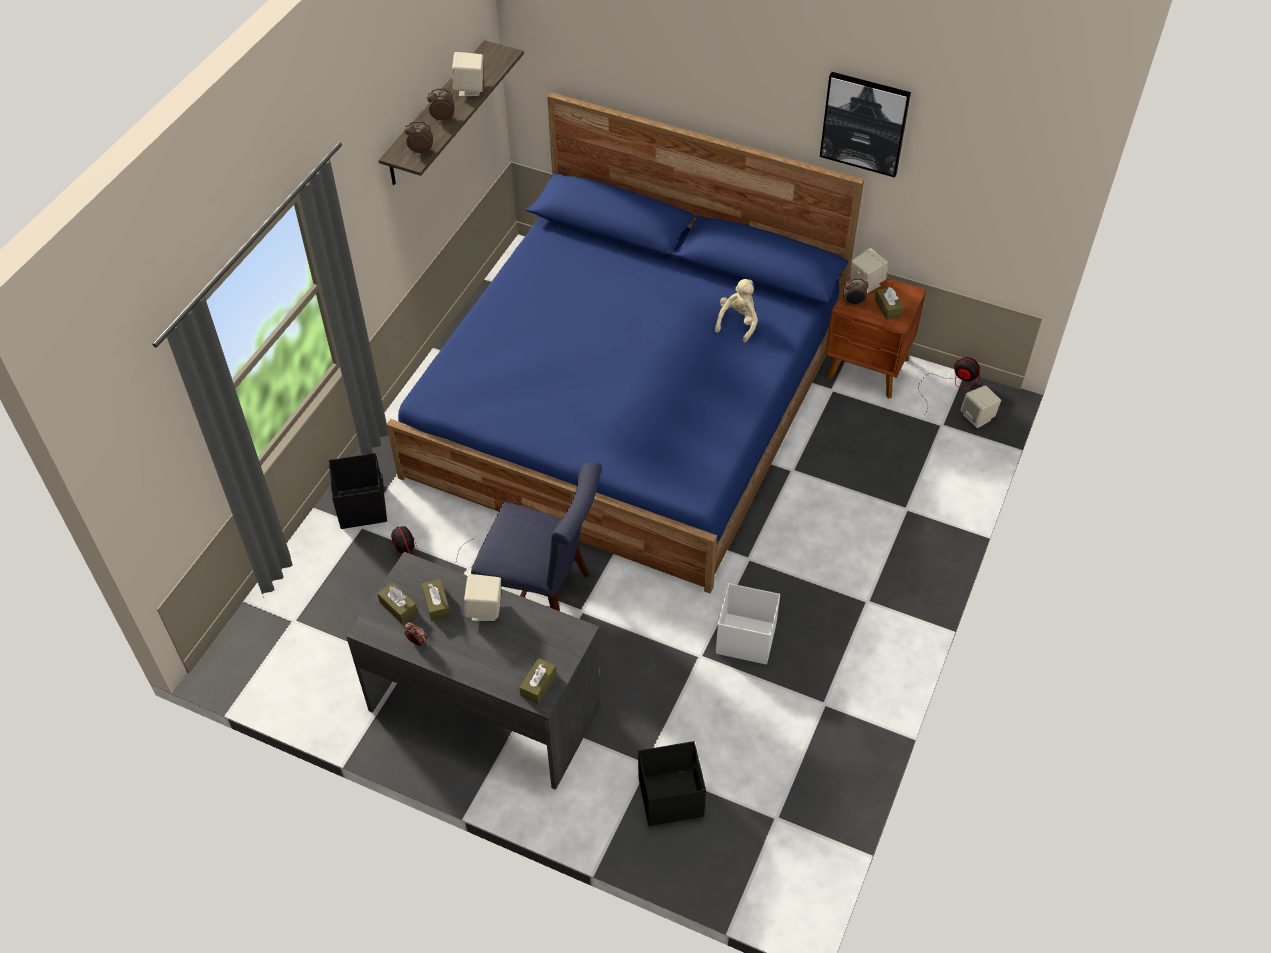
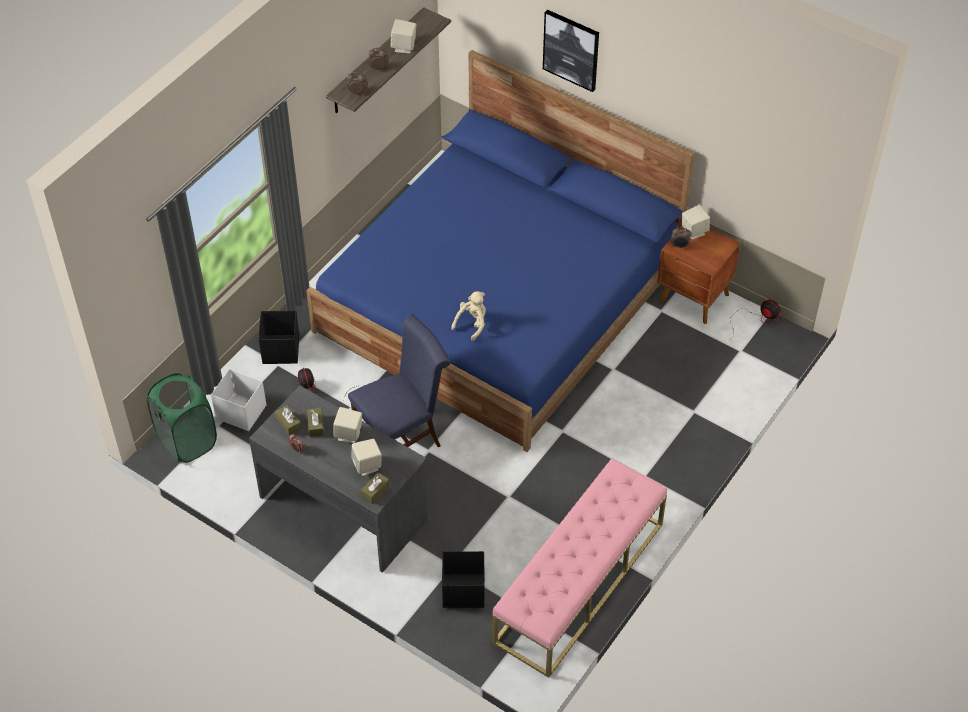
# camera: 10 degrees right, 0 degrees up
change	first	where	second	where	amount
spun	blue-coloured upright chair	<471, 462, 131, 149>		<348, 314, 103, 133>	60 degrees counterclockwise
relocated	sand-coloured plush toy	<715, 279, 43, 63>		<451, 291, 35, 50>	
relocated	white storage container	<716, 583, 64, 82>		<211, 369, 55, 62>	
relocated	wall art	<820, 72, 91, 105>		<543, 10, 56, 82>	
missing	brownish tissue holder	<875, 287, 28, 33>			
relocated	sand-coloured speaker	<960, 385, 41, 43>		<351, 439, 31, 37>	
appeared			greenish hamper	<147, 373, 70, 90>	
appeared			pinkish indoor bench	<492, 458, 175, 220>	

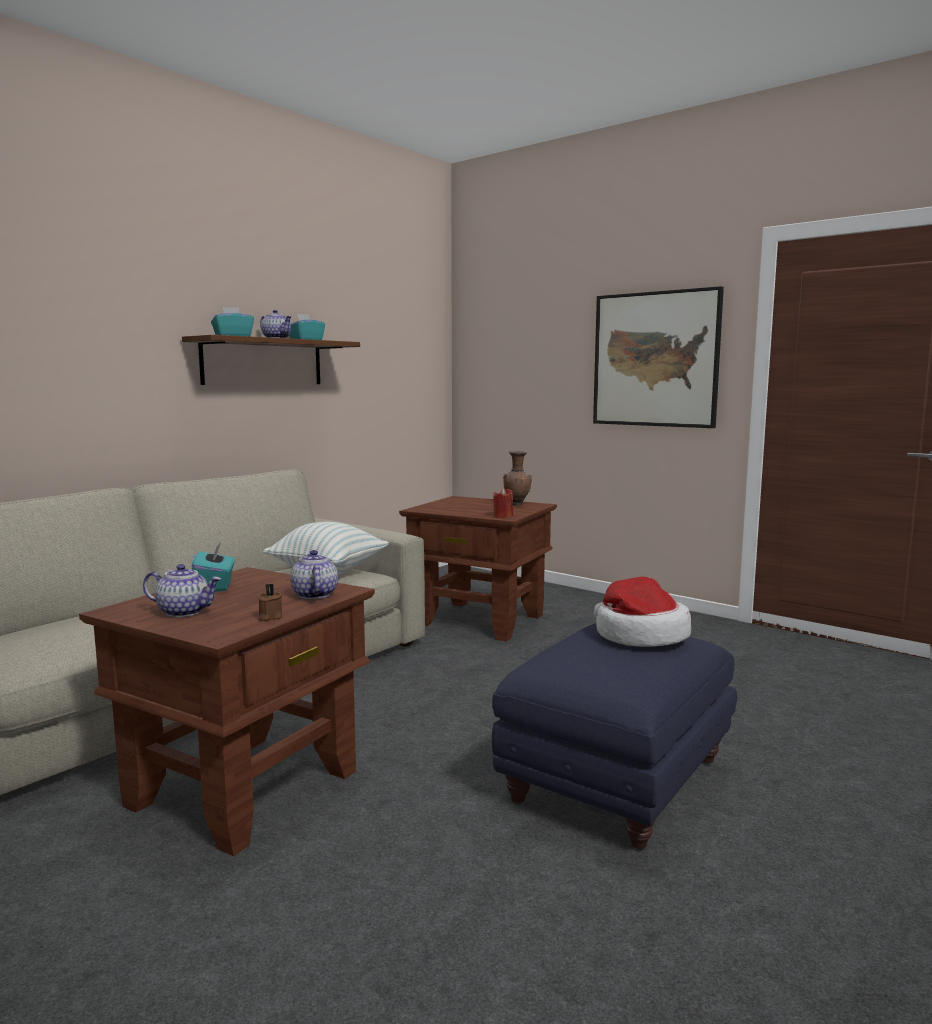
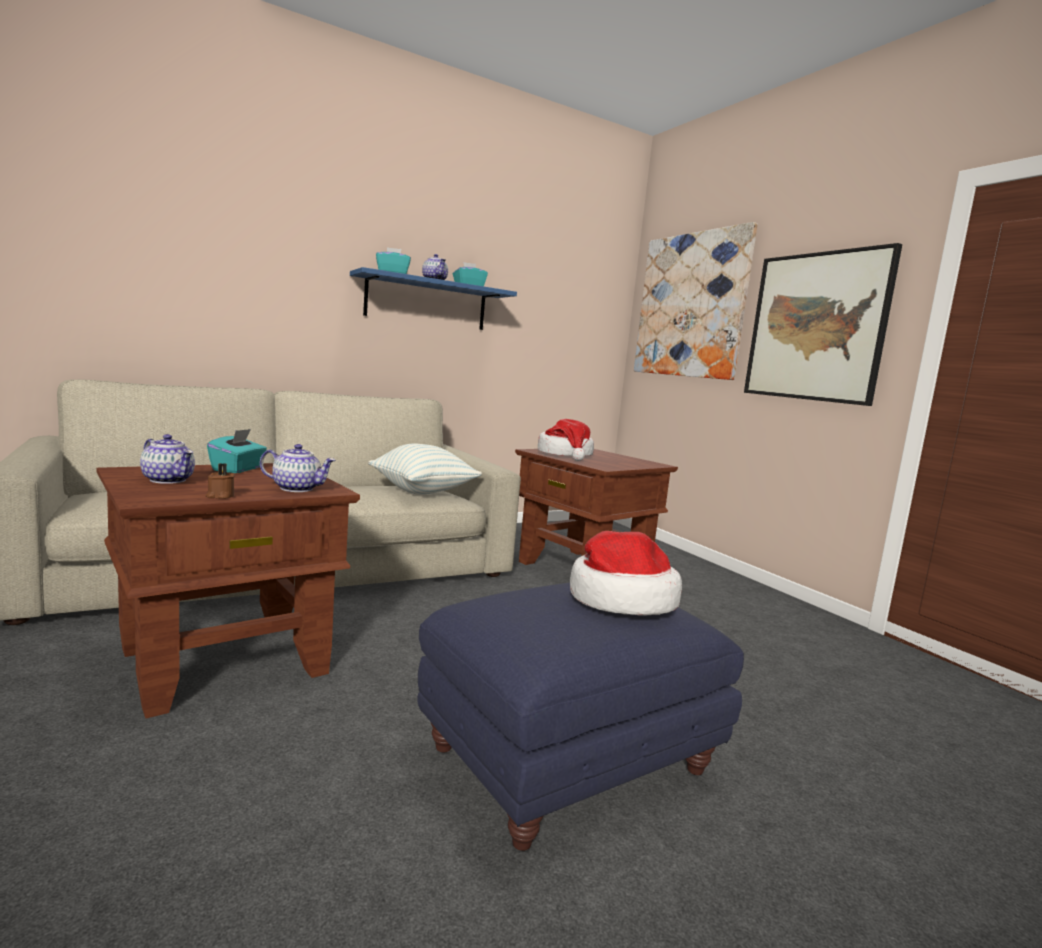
# camera: 20 degrees right, 0 degrees up
change	first	where	second	where	amount
colour	brownish shelf	<182, 335, 178, 50>	blue-coloured shelf	<350, 267, 167, 63>	
spun	pot for tea	<290, 550, 48, 49>		<260, 444, 76, 48>	90 degrees clockwise
missing	red-coloured candle	<493, 488, 20, 30>			
missing	brownish decorative vase	<503, 451, 29, 55>			
appeared			clothing hat	<538, 419, 56, 42>	
appeared			wall art	<634, 222, 123, 158>	

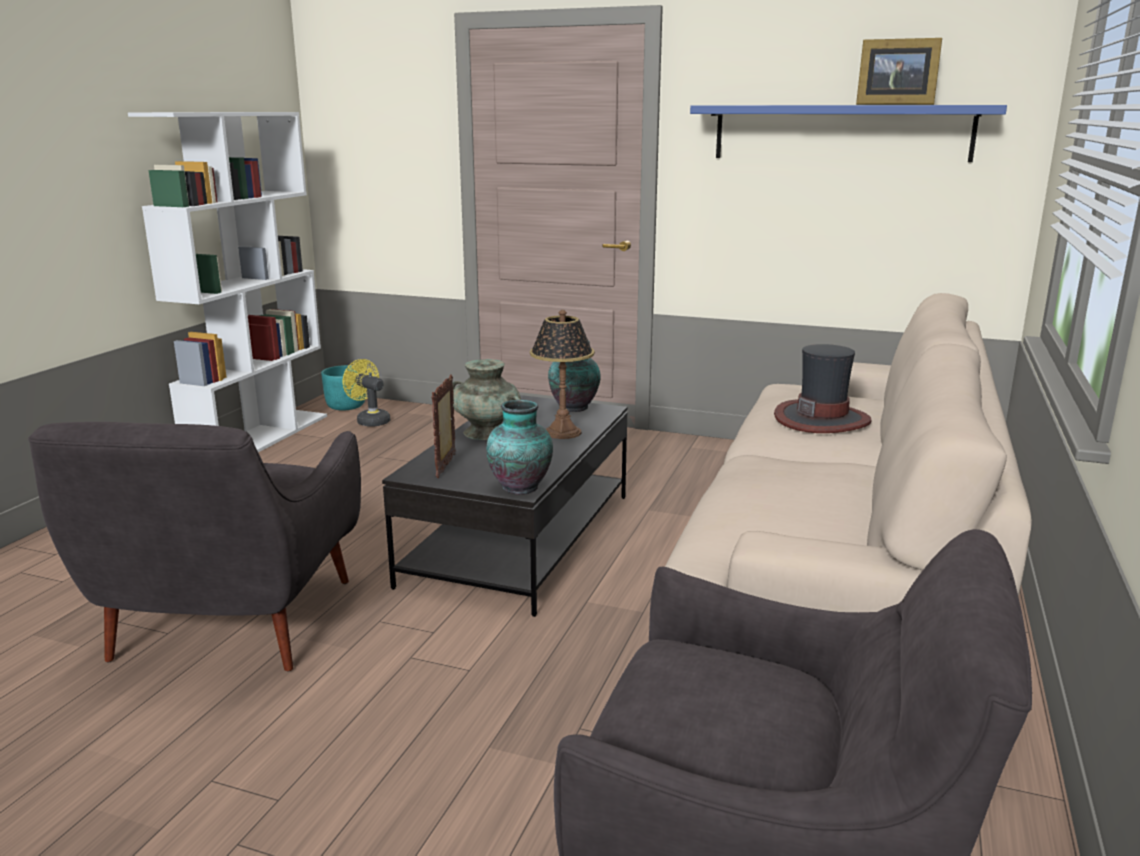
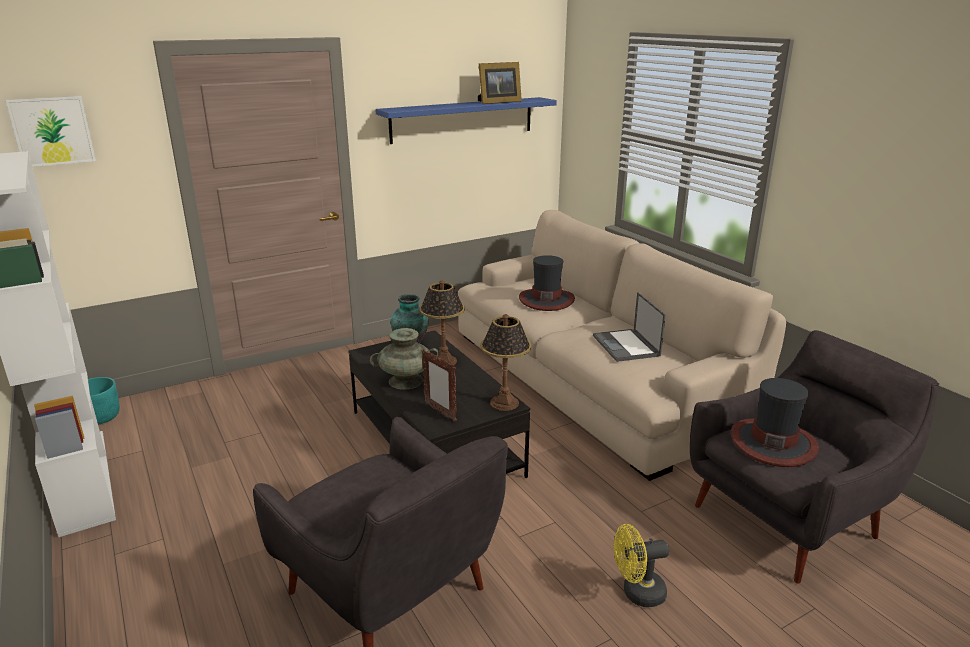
# camera: 50 degrees left, 5 degrees up
change	first	where	second	where	amount
relocated	yellowish fan	<343, 359, 47, 68>		<614, 524, 55, 83>	
exchanged	decorative vase	<486, 400, 67, 95>	table lamp	<480, 314, 51, 97>	
appeared			wall art	<6, 96, 90, 71>	
appeared			notebook computer	<593, 292, 73, 70>	
appeared			clothing hat	<731, 378, 88, 89>	

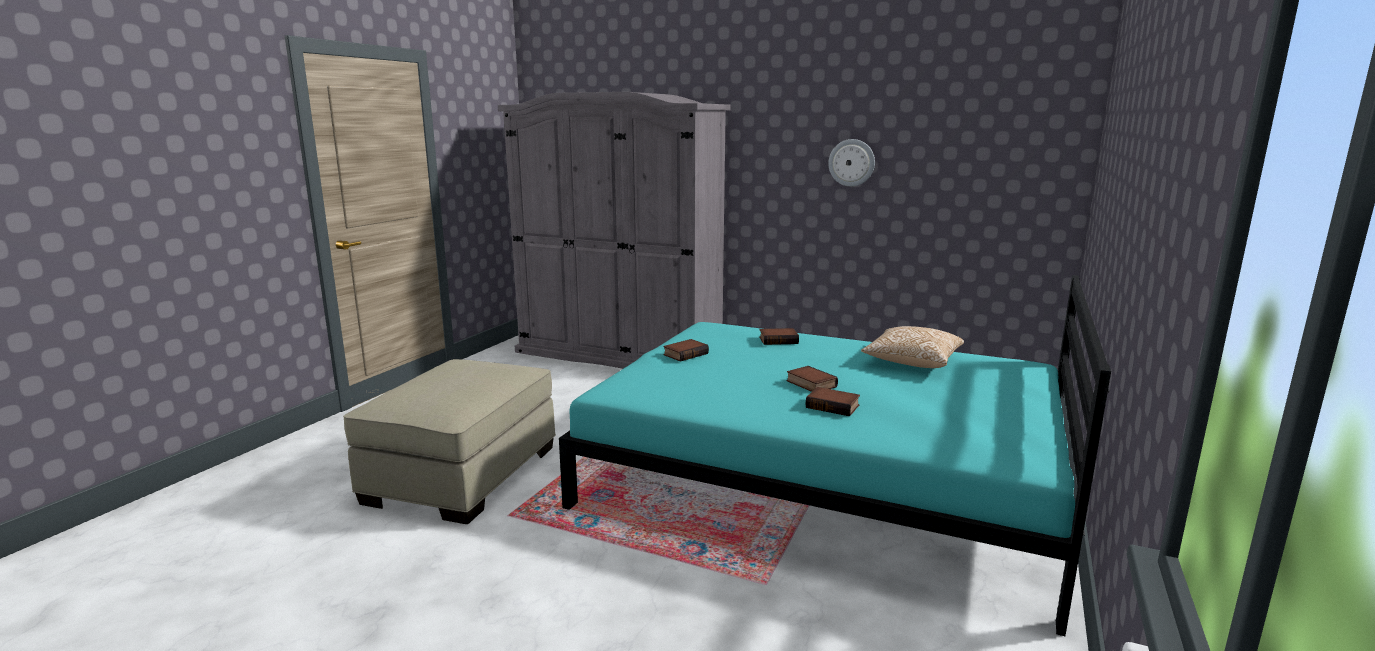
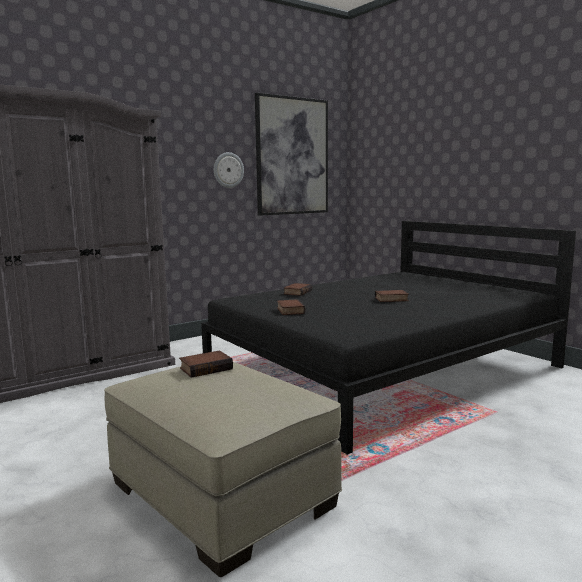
# camera: 60 degrees left, 5 degrees down
change	first	where	second	where	amount
colour	turquoise sleeping bed	<559, 275, 552, 361>	blackish sleeping bed	<201, 221, 375, 234>	
relocated	bound book	<806, 387, 54, 29>		<179, 350, 54, 28>	
missing	throw pillow	<861, 326, 103, 42>			
appeared			wall art	<255, 93, 73, 123>	

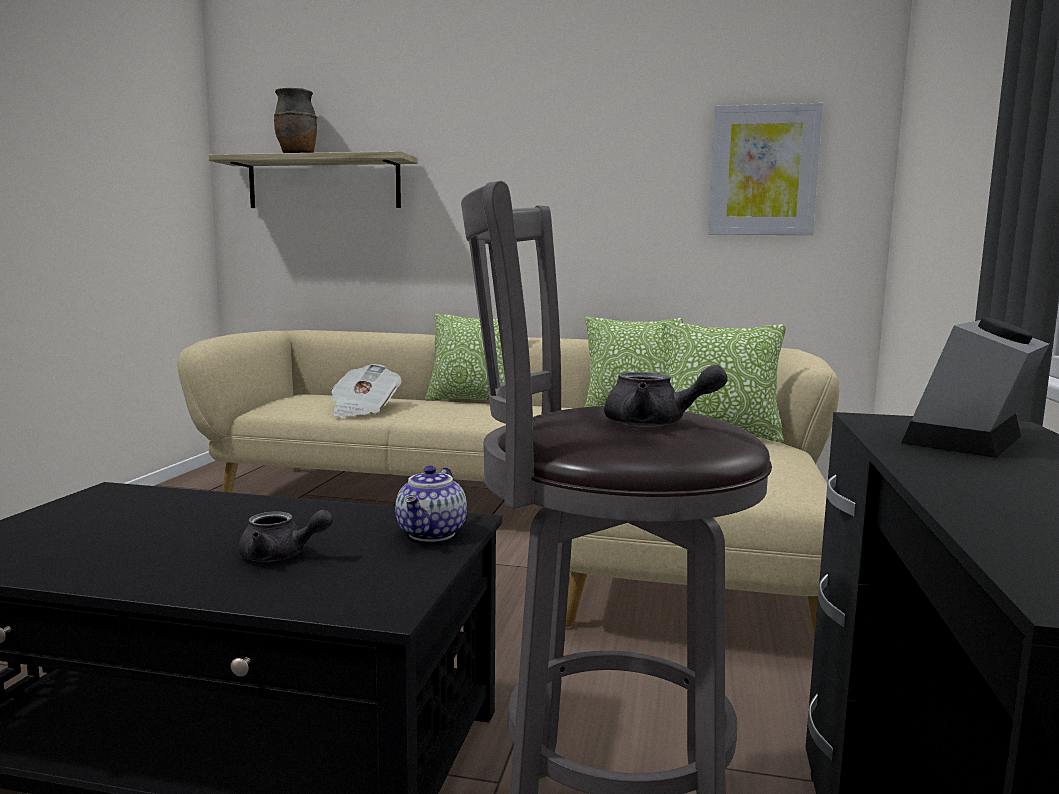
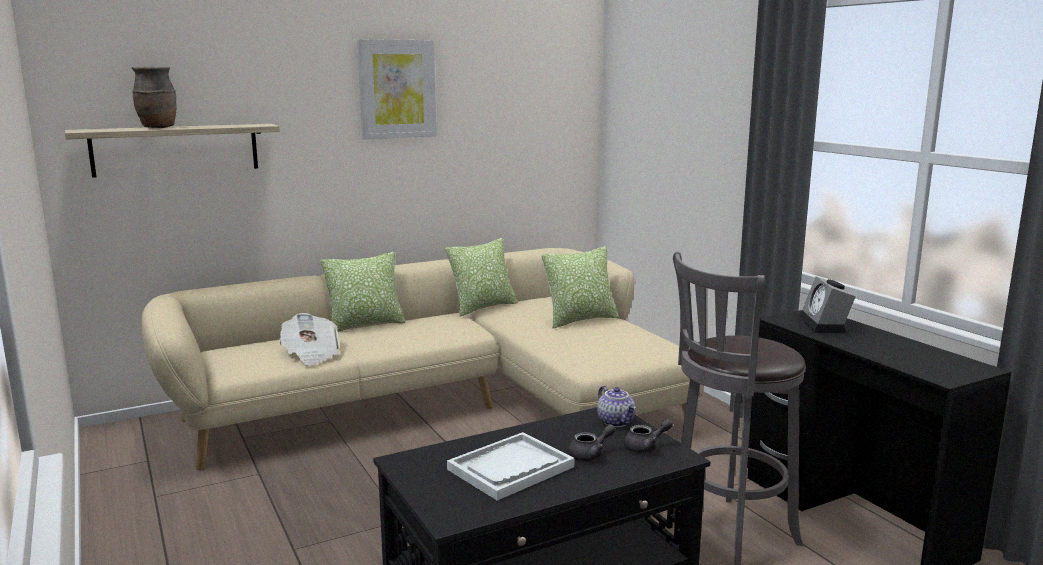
# camera: 40 degrees left, 5 degrees up
change	first	where	second	where	amount
relocated	greyish pot for tea	<604, 365, 124, 62>		<624, 419, 49, 34>	
relocated	wall art	<708, 103, 115, 132>		<357, 39, 80, 100>	
appeared			white carrying tray	<447, 432, 127, 69>	

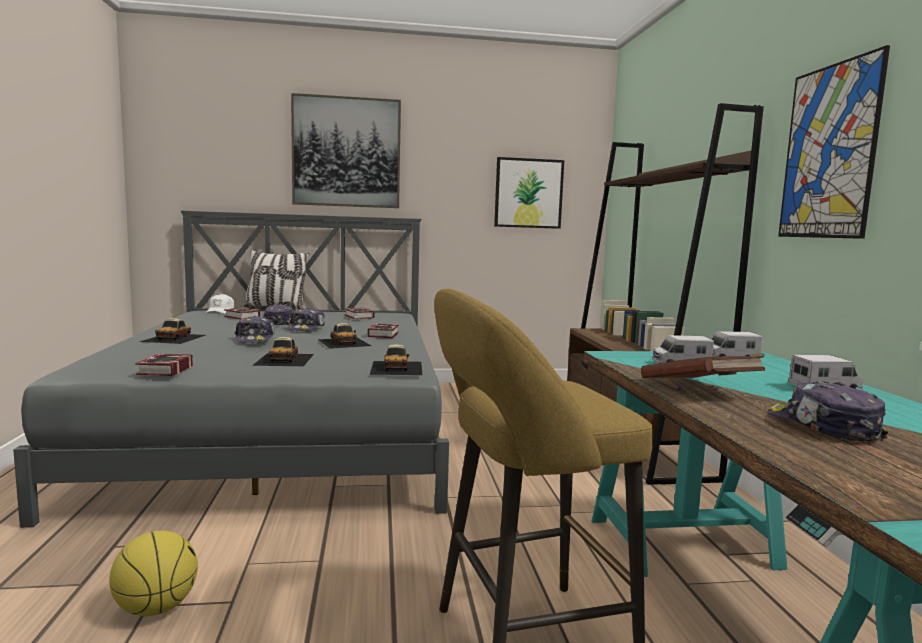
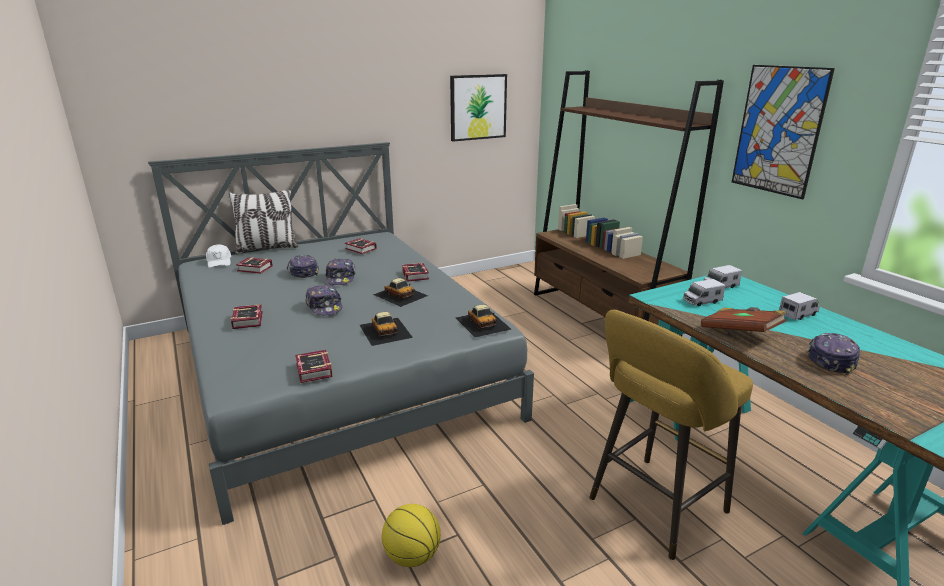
# camera: 20 degrees left, 15 degrees up
change	first	where	second	where	amount
exchanged	model car	<139, 318, 67, 26>	bound book	<231, 304, 32, 25>	
missing	wall art	<291, 93, 110, 115>			
spun	peaked cap	<767, 381, 122, 60>		<808, 333, 52, 42>	75 degrees clockwise

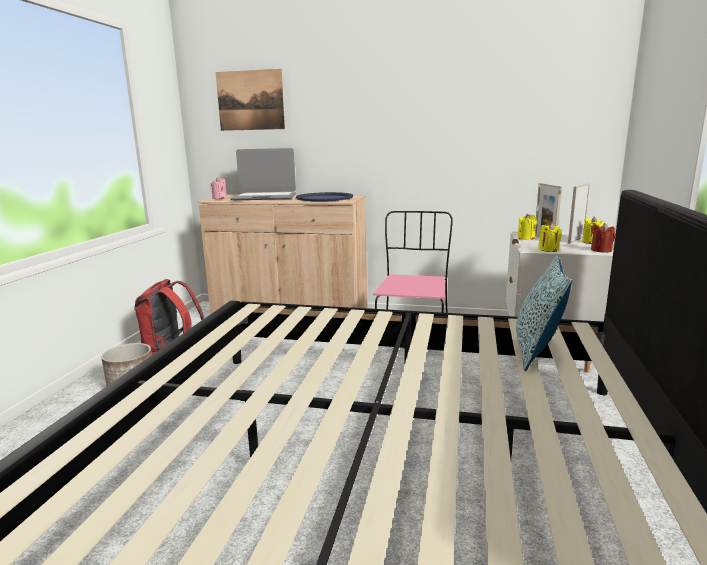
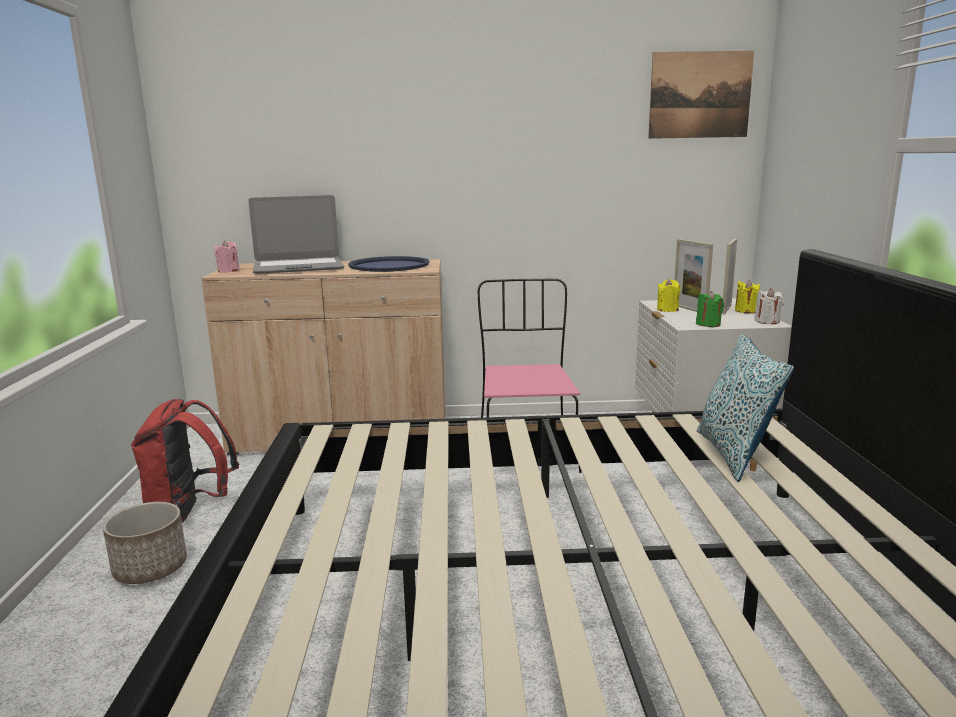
# camera: 15 degrees left, 0 degrees up
change	first	where	second	where	amount
relocated	wall art	<216, 69, 69, 62>		<648, 51, 106, 88>	
colour	yellowish candle	<538, 223, 24, 29>	greenish candle	<696, 291, 28, 36>	
colour	red-coloured candle	<591, 223, 24, 30>	white candle	<754, 288, 30, 36>	

